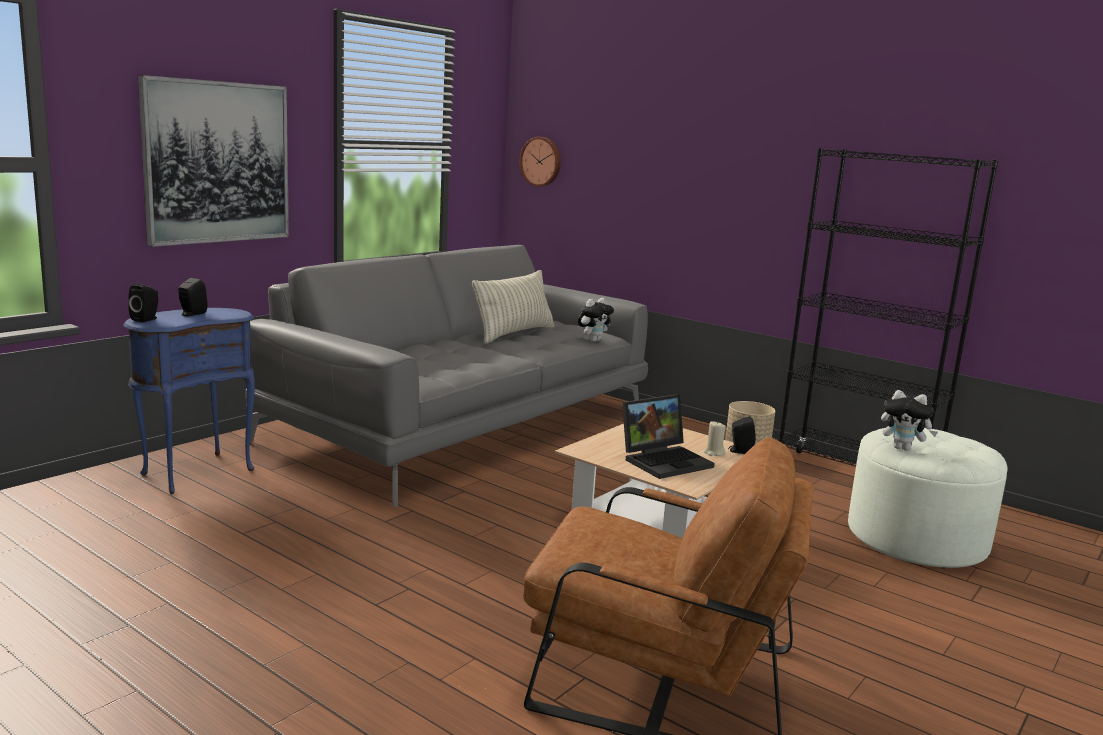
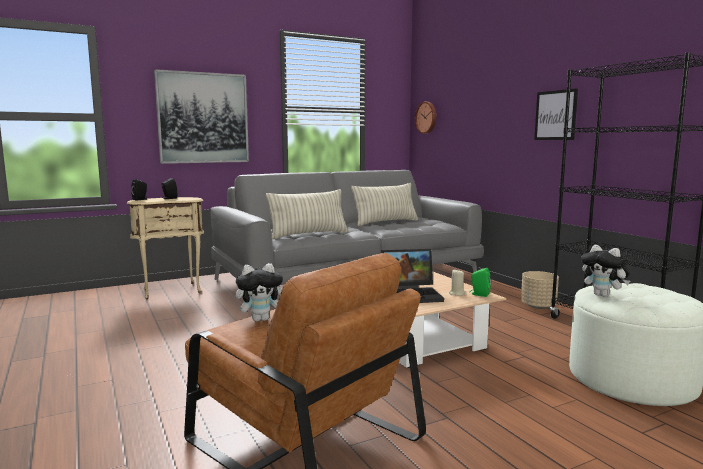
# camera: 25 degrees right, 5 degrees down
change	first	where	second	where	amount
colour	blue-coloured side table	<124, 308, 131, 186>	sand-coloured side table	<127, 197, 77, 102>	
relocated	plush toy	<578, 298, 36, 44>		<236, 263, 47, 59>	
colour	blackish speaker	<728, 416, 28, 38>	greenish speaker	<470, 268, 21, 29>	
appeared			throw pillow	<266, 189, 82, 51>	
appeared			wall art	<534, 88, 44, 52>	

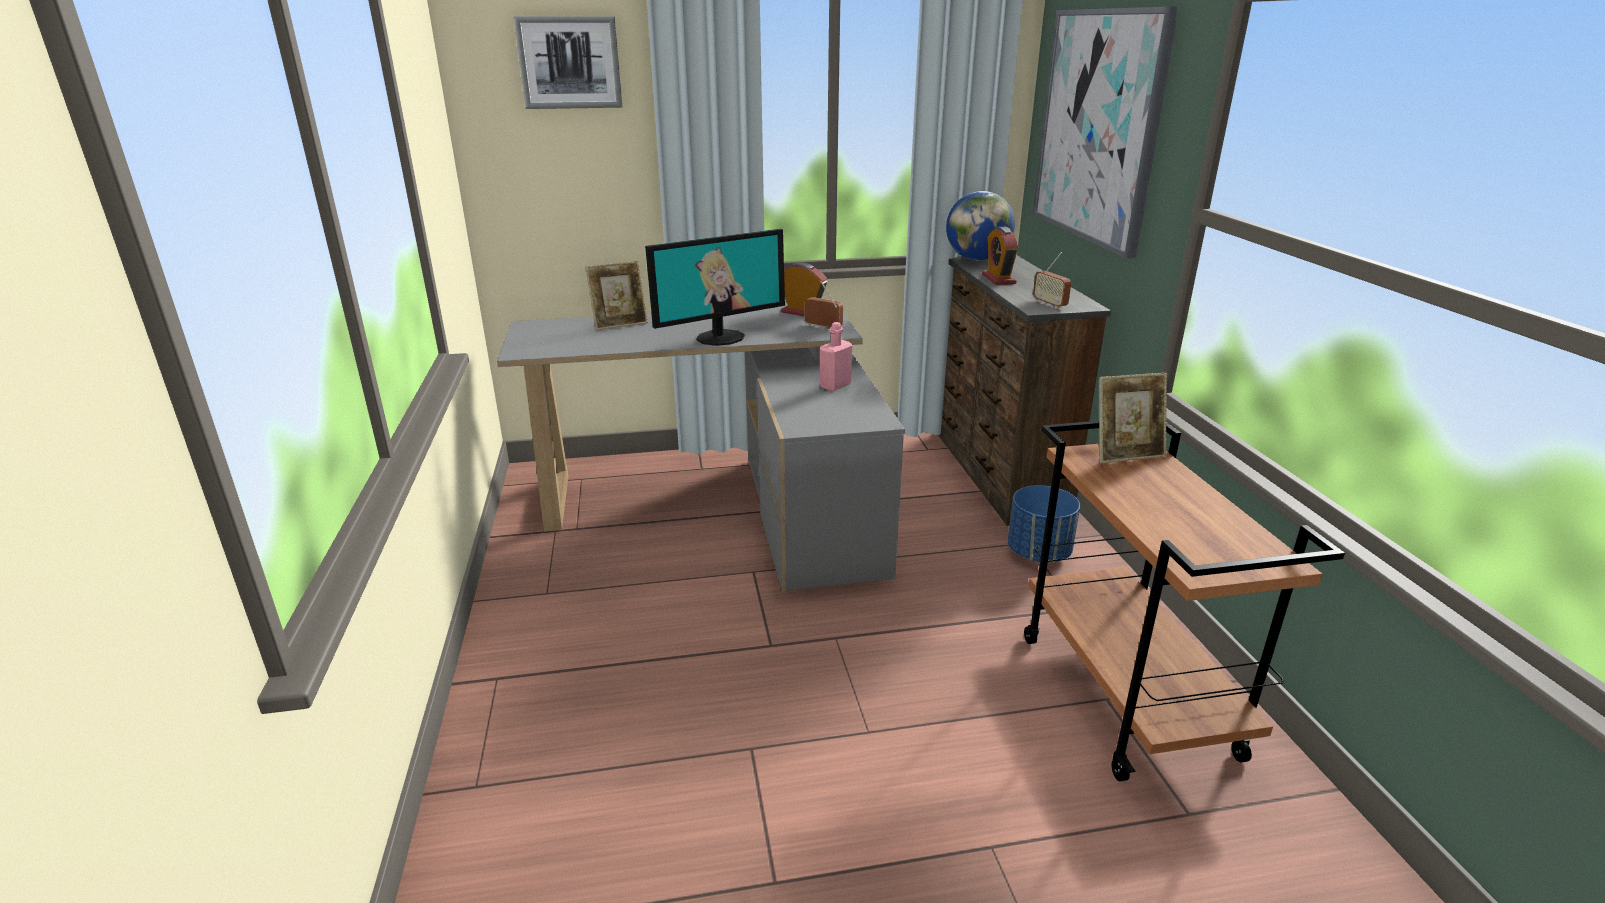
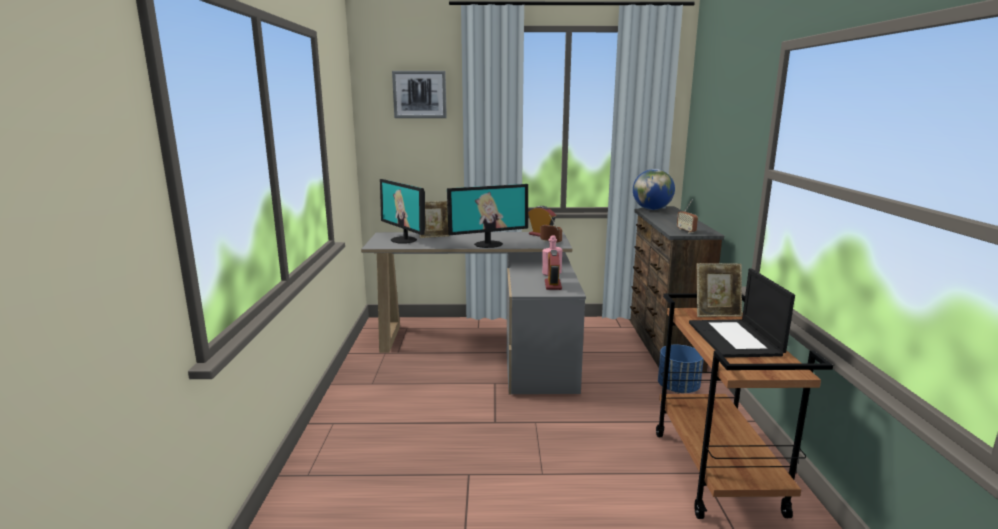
# camera: 10 degrees right, 10 degrees down
change	first	where	second	where	amount
relocated	bedside clock	<982, 227, 36, 58>		<545, 250, 17, 40>	
missing	wall art	<1033, 7, 146, 251>			
appeared			computer screen	<380, 179, 45, 64>	
appeared			notebook computer	<689, 268, 106, 90>	

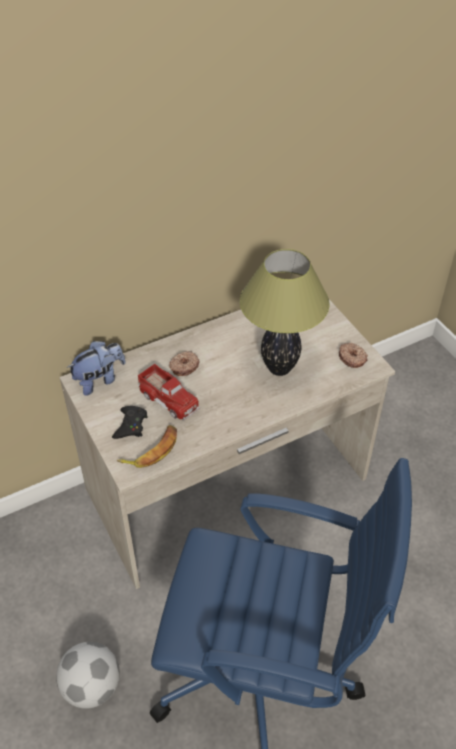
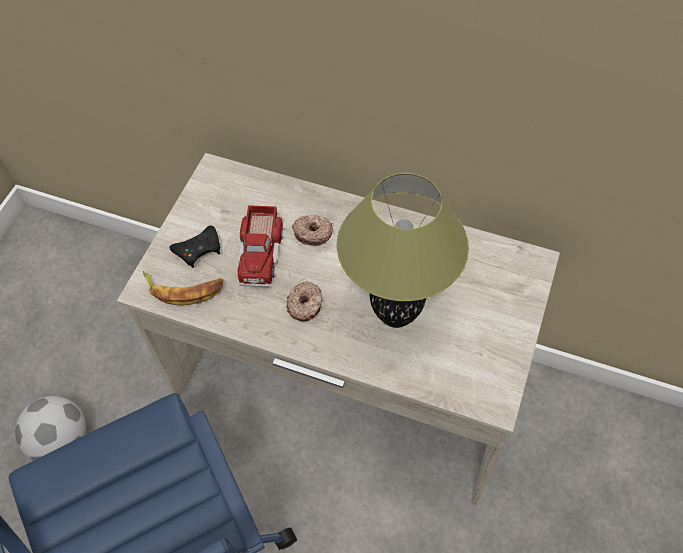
# camera: 50 degrees right, 10 degrees up
change	first	where	second	where	amount
missing	plush toy	<67, 341, 59, 55>			
relocated	ring doughnut	<339, 343, 29, 25>		<286, 282, 37, 40>	

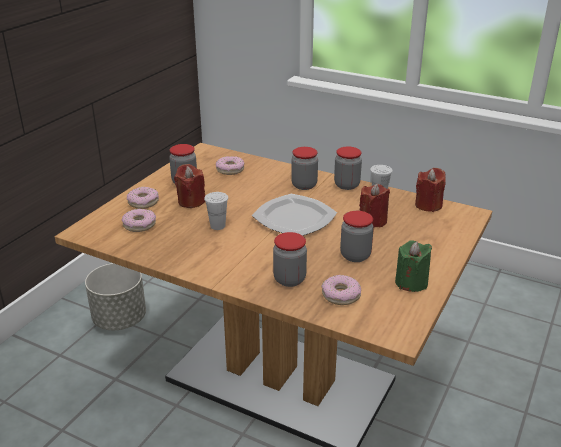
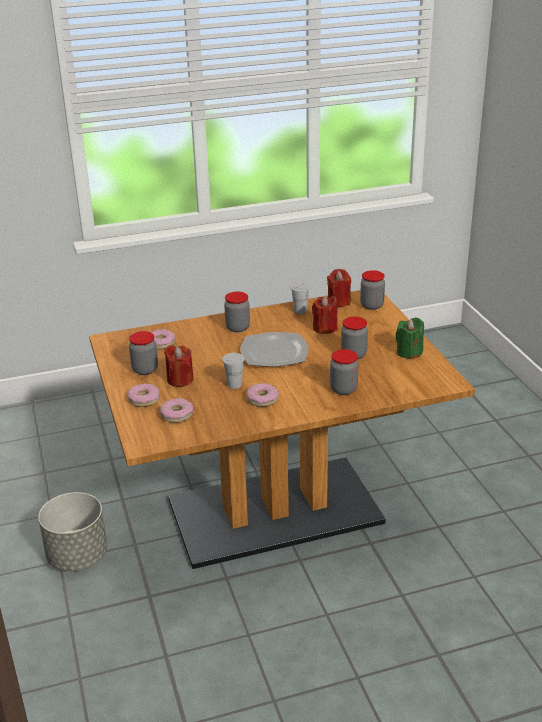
# camera: 45 degrees left, 0 degrees up
change	first	where	second	where	amount
relocated	ring doughnut	<321, 275, 40, 30>		<247, 383, 32, 24>	
relocated	jar	<334, 146, 28, 44>		<360, 270, 25, 40>	

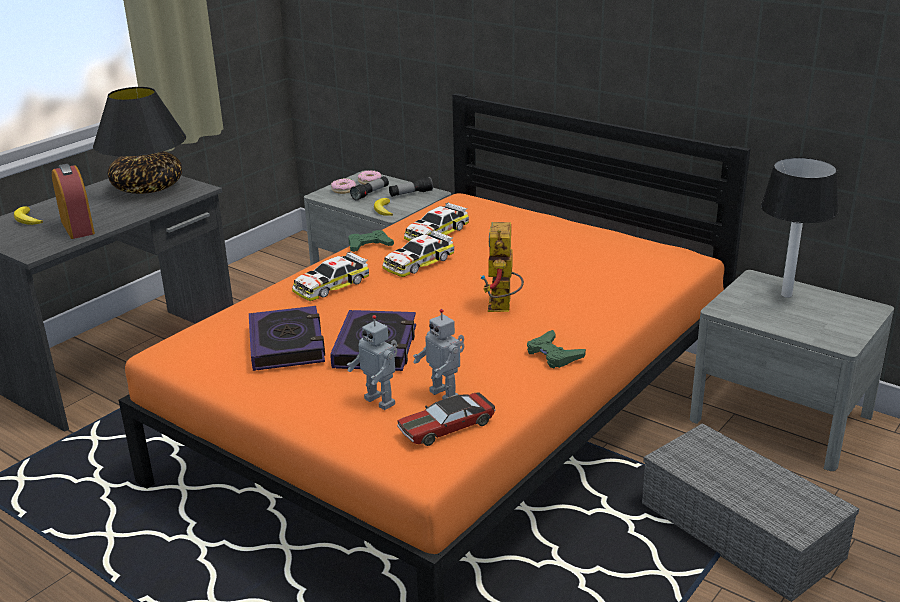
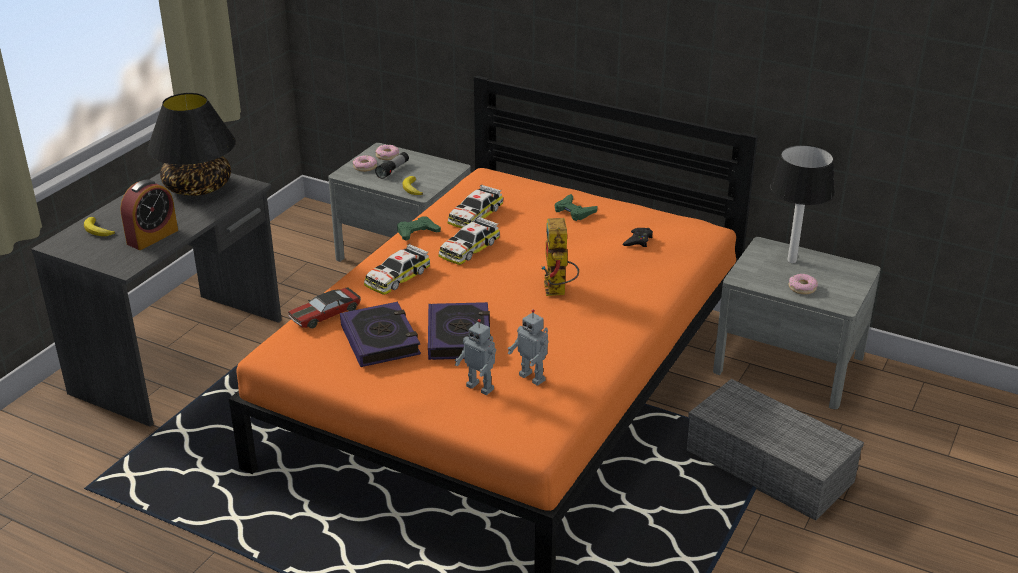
# camera: 10 degrees left, 5 degrees up
change	first	where	second	where	amount
spun	bedside clock	<52, 164, 43, 75>		<120, 179, 58, 71>	75 degrees clockwise
missing	flashlight	<389, 177, 44, 20>			
relocated	model car	<397, 393, 99, 53>		<288, 287, 73, 42>	
relocated	greenish gamepad	<527, 330, 59, 38>		<555, 194, 42, 27>	
appeared			blackish gamepad	<623, 228, 30, 19>	
appeared			ring doughnut	<788, 274, 30, 20>	

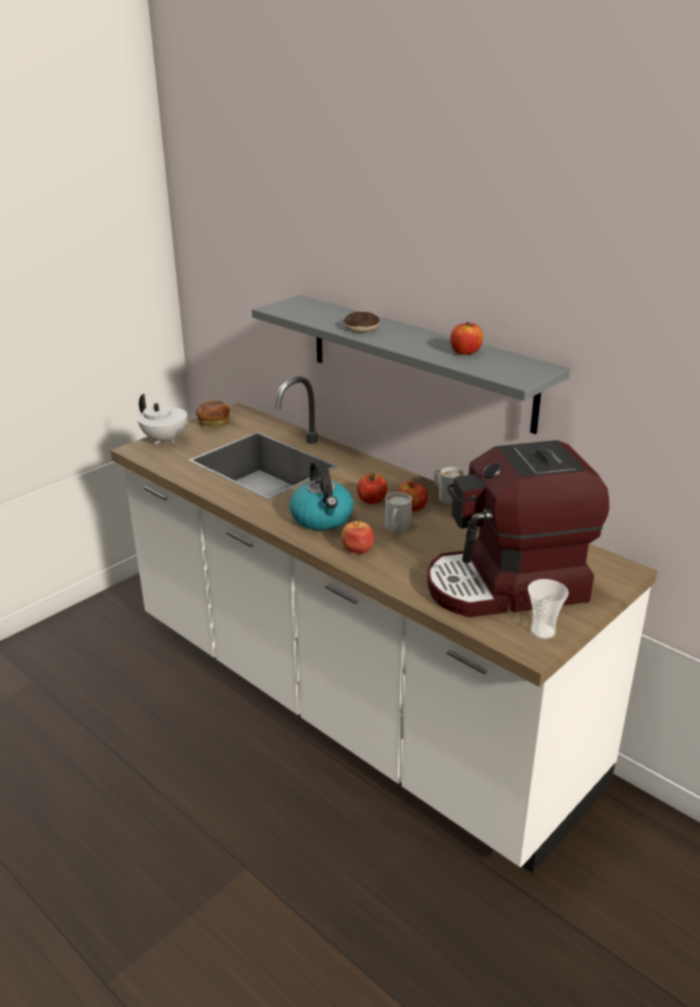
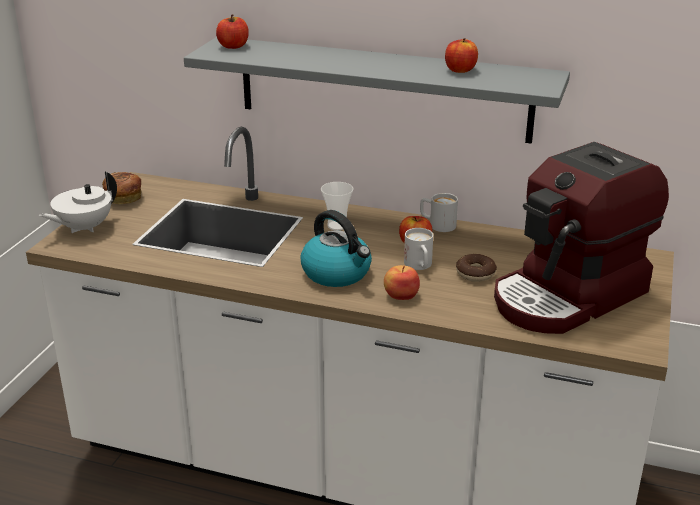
# camera: 25 degrees left, 0 degrees up
change	first	where	second	where	amount
spun	white pot for tea	<137, 394, 52, 50>		<39, 172, 78, 61>	120 degrees clockwise
relocated	ring doughnut	<344, 312, 35, 20>		<456, 254, 41, 28>	
relocated	apple fruit	<357, 473, 30, 31>		<216, 14, 33, 35>	
relocated	small cup	<528, 579, 41, 60>		<321, 182, 32, 49>	

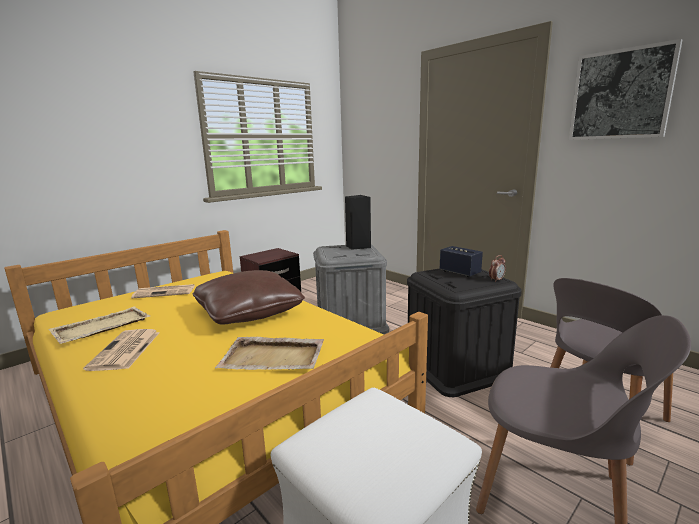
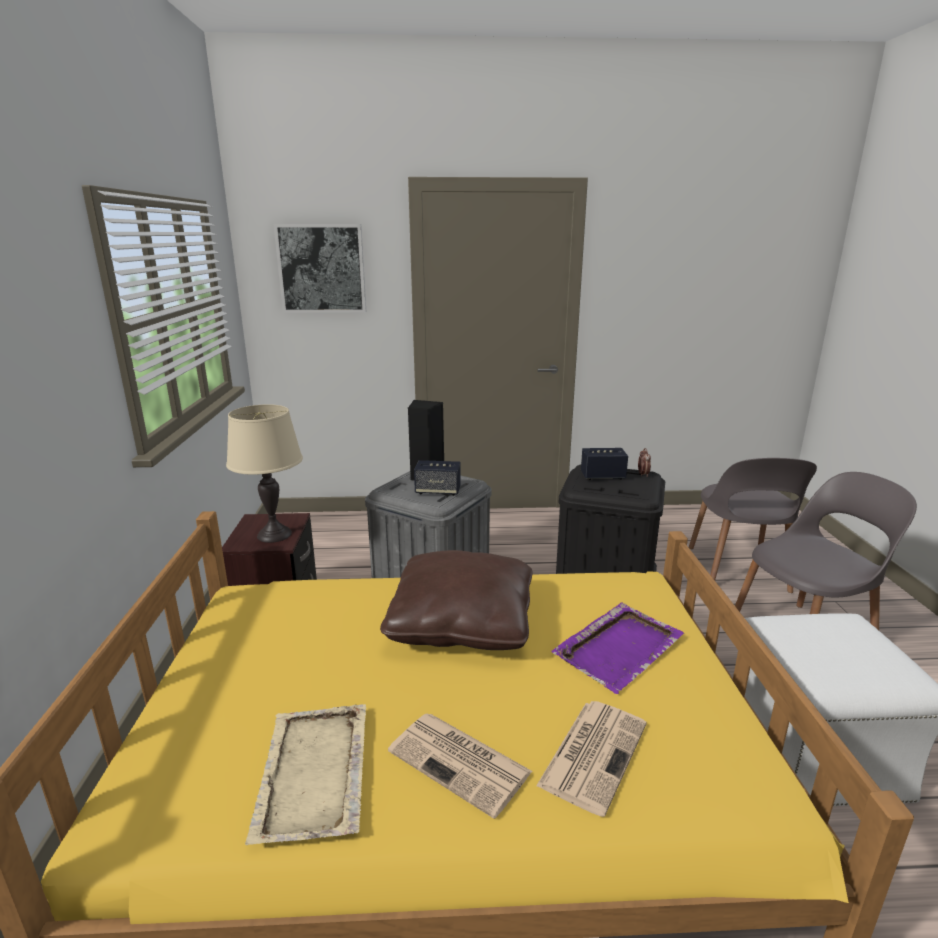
# camera: 50 degrees left, 5 degrees up
change	first	where	second	where	amount
relocated	newspaper	<131, 284, 63, 14>		<536, 701, 111, 116>	
colour	sand-coloured carrying tray	<215, 337, 109, 33>	purplish carrying tray	<551, 602, 133, 92>	
relocated	wall art	<569, 39, 113, 101>		<273, 224, 93, 89>	
appeared			sand-coloured table lamp	<226, 404, 77, 139>	
appeared			speaker	<414, 460, 47, 36>	

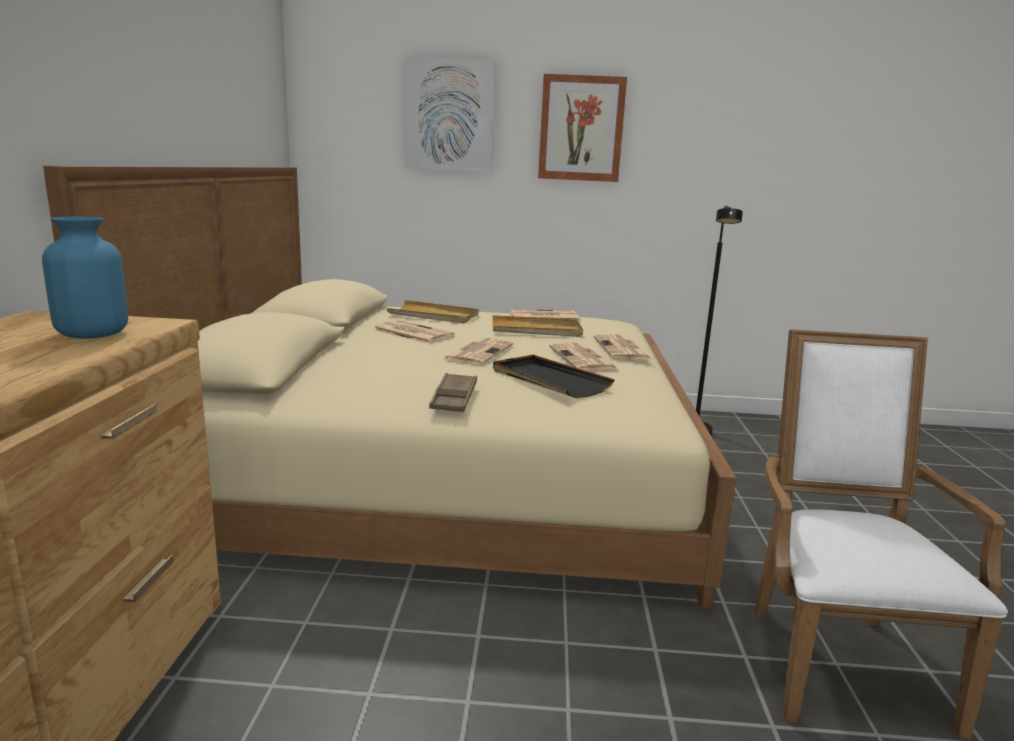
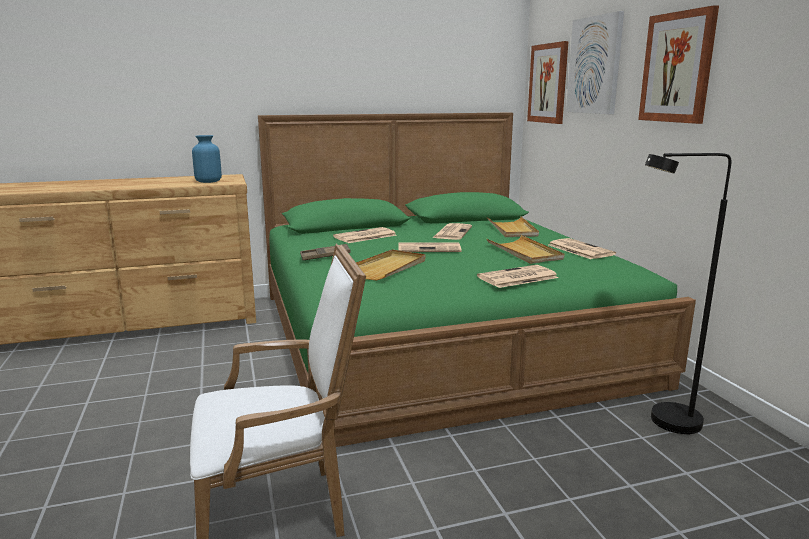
# camera: 70 degrees right, 0 degrees up
change	first	where	second	where	amount
colour	sand-coloured sleeping bed	<43, 166, 693, 443>	greenish sleeping bed	<258, 113, 438, 334>	
colour	blackish carrying tray	<493, 355, 122, 44>	sand-coloured carrying tray	<356, 250, 69, 31>	
relocated	newspaper	<549, 342, 70, 29>		<333, 227, 63, 16>	
appeared			wall art	<527, 41, 42, 83>	

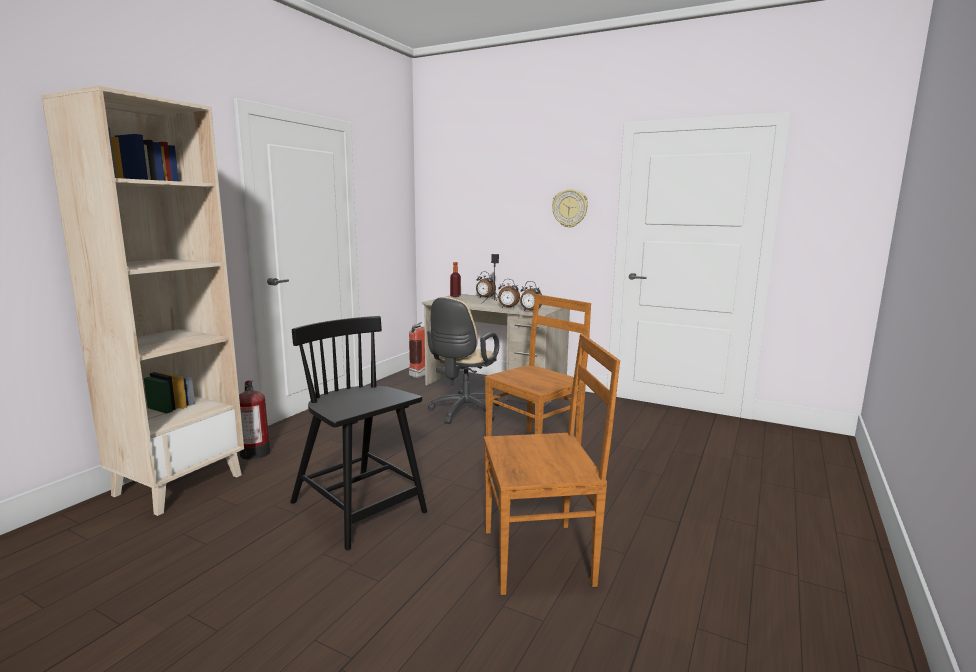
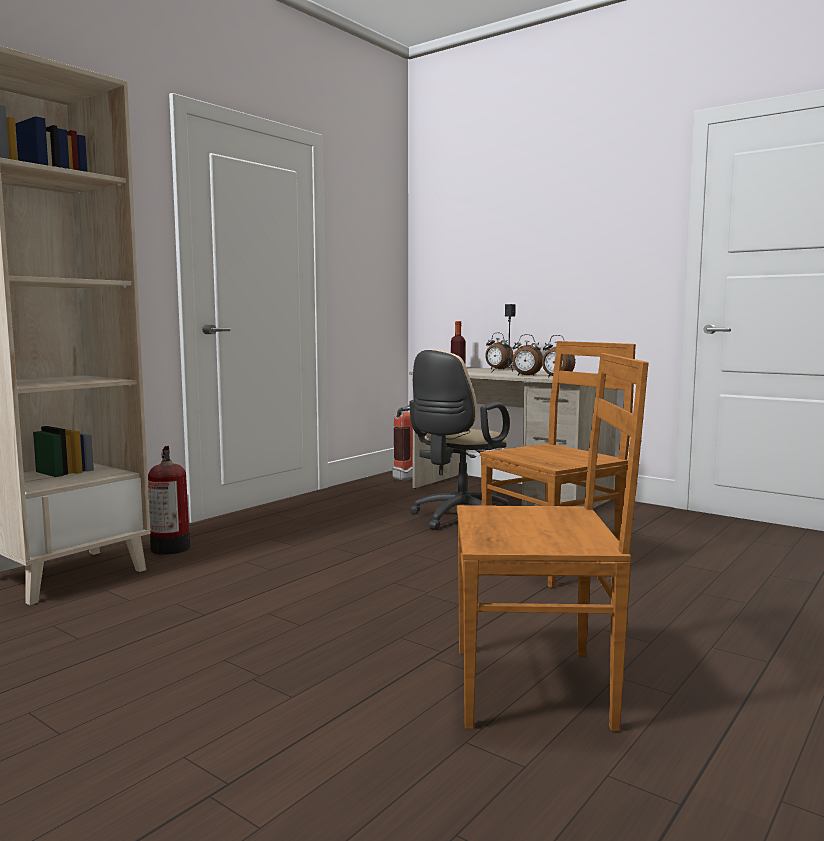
# camera: 10 degrees right, 5 degrees down
change	first	where	second	where	amount
missing	blackish upright chair	<290, 316, 137, 234>			
missing	clock on the wall	<552, 189, 36, 39>			

